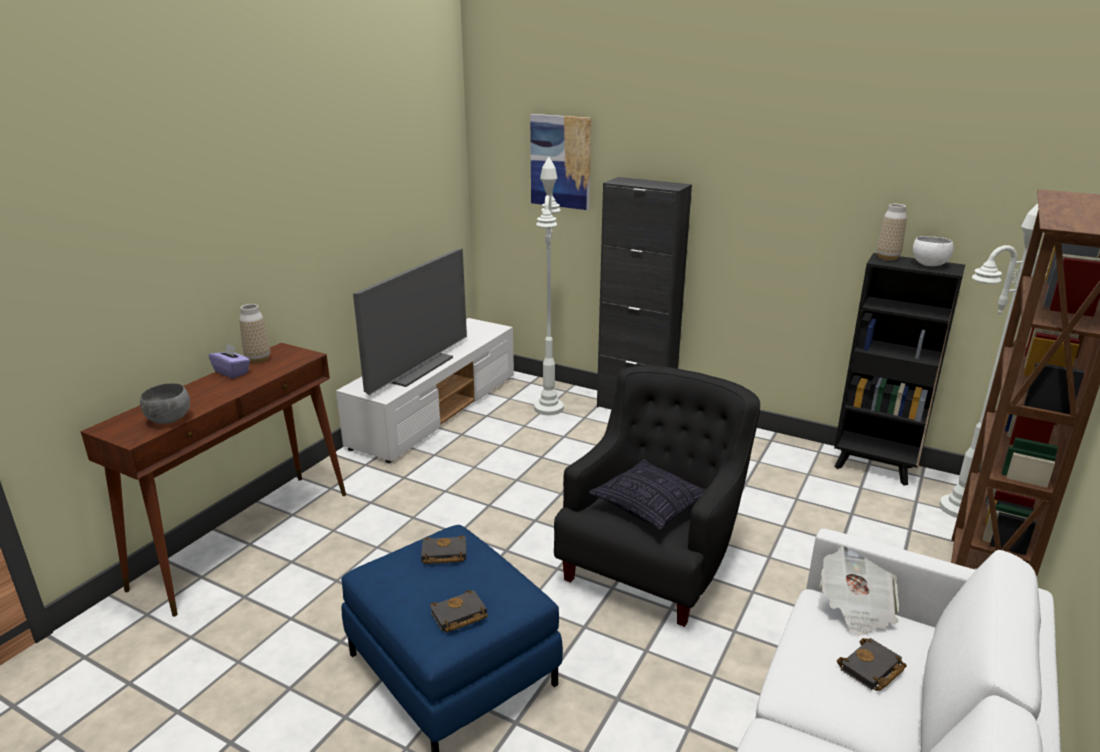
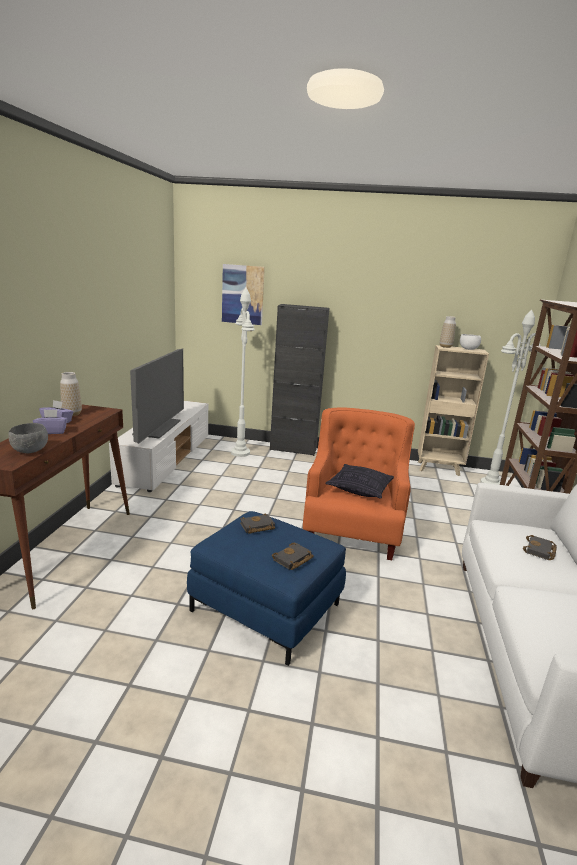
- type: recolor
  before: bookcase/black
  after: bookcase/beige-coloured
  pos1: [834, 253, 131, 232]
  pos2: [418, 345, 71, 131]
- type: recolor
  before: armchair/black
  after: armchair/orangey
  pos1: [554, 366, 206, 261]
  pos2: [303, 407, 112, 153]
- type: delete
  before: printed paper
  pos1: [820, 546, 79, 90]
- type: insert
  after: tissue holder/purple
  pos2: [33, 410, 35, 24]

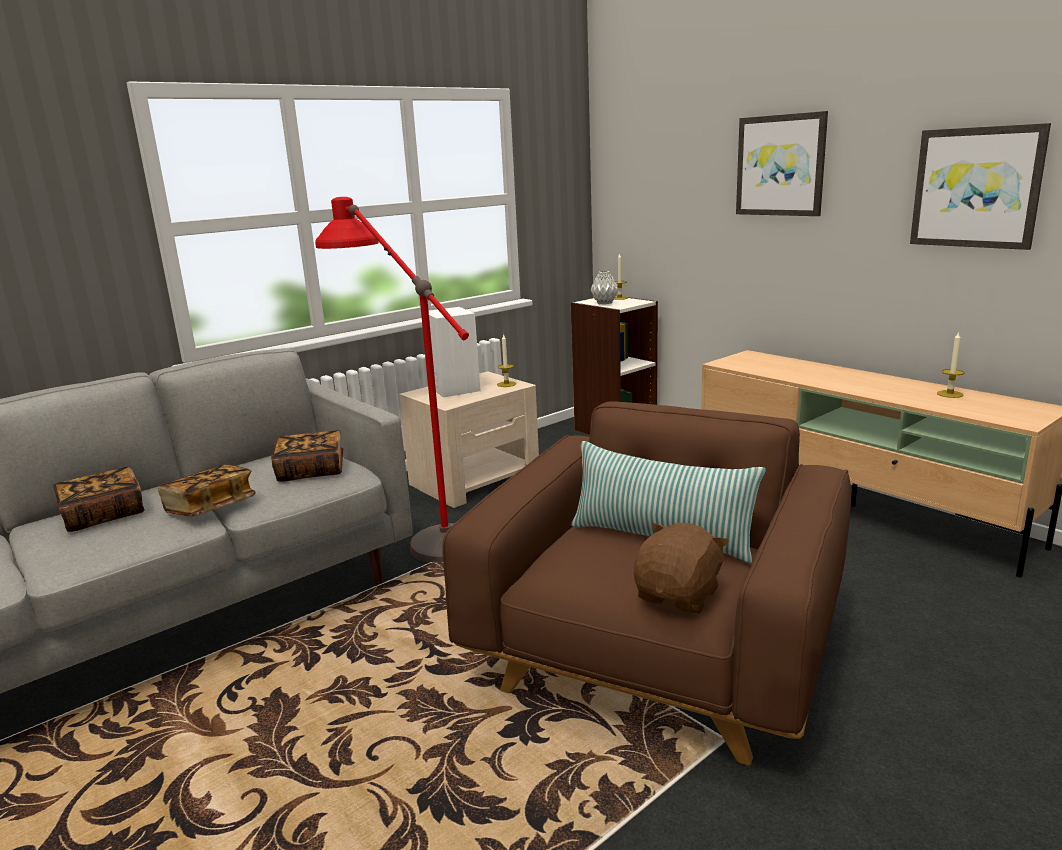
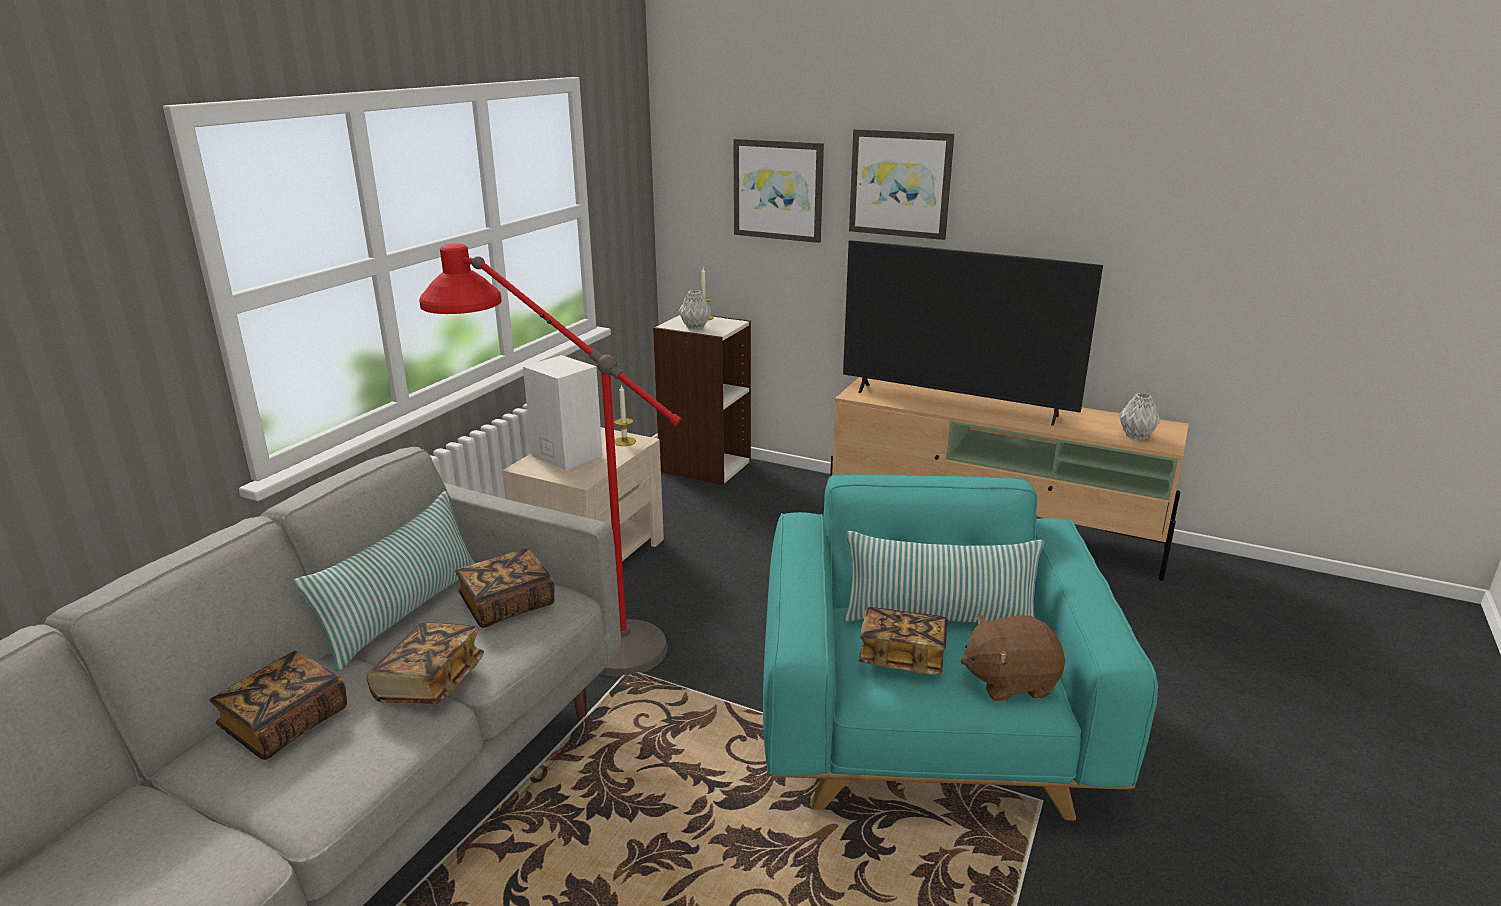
- type: move
  before: wall picture
  pos1: [910, 123, 141, 127]
  pos2: [733, 139, 91, 104]
- type: delete
  before: wax candle
  pos1: [937, 331, 28, 67]
- type: recolor
  before: armchair/brown
  after: armchair/blue-green
  pos1: [442, 401, 409, 364]
  pos2: [763, 474, 395, 347]
- type: rotate
  before: cuddly toy/brown
  pos1: [634, 523, 95, 91]
  pos2: [960, 614, 105, 88]
  turn: -105
- type: insert
  after: television
  pos2: [843, 240, 260, 186]
- type: insert
  after: decorative vase/grey
  pos2: [1119, 393, 41, 47]
- type: insert
  after: cushion
  pos2: [293, 491, 182, 181]
- type: insert
  after: bound book
  pos2: [858, 607, 90, 68]

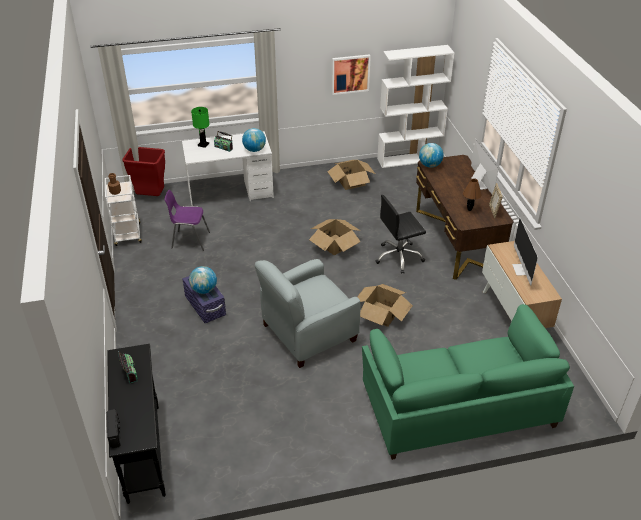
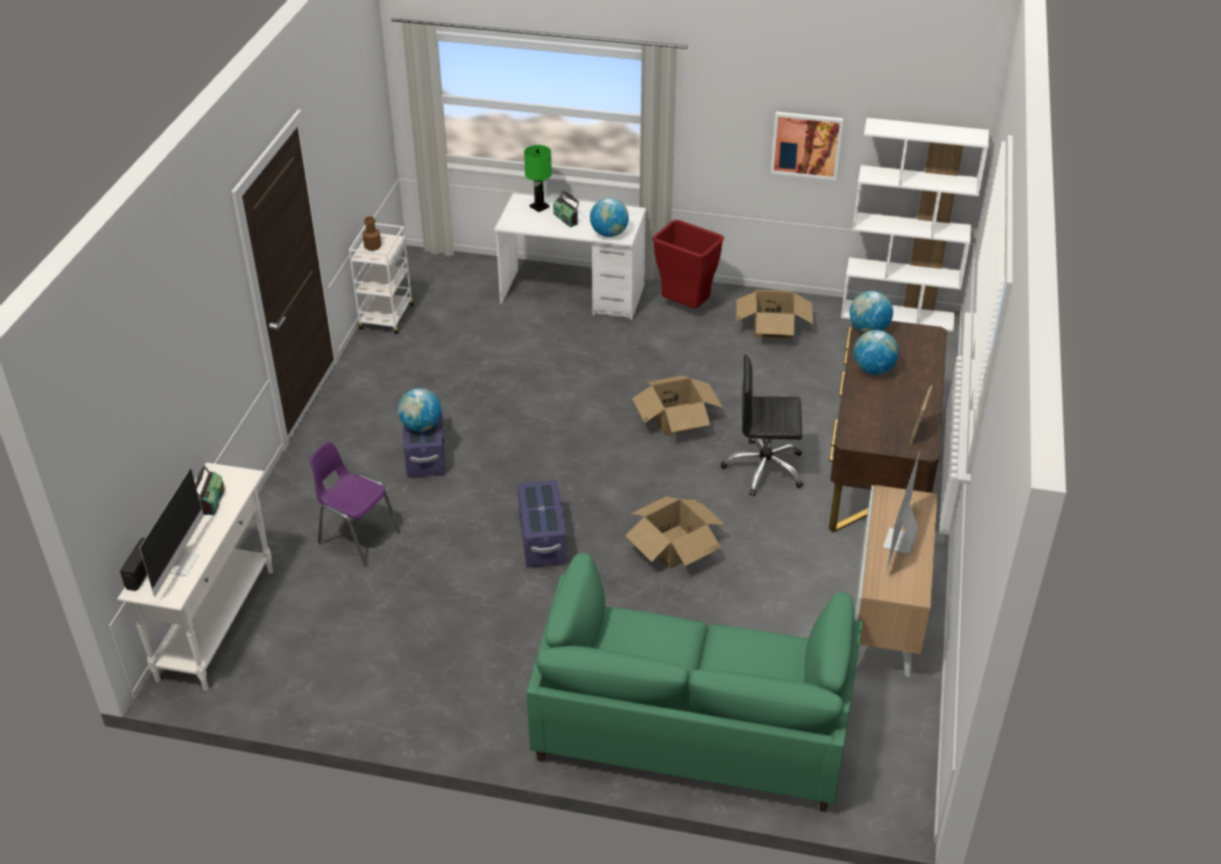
- type: move
  before: monitor
  pos1: [471, 139, 27, 55]
  pos2: [140, 468, 63, 129]
- type: move
  before: waste bin/reddish
  pos1: [122, 147, 43, 49]
  pos2: [653, 220, 71, 89]
- type: delete
  before: table lamp/brown
  pos1: [463, 178, 19, 33]
- type: move
  before: upright chair/purple
  pos1: [164, 190, 46, 61]
  pos2: [309, 441, 91, 126]
- type: replace
  before: armchair/grey
  after: storage container/purple
  pos1: [255, 259, 105, 109]
  pos2: [518, 480, 49, 88]
- type: recolor
  before: narrow table/black
  after: narrow table/white-coloured
  pos1: [107, 344, 59, 160]
  pos2: [117, 463, 156, 228]
- type: insert
  after: world globe
  pos2: [854, 330, 45, 45]

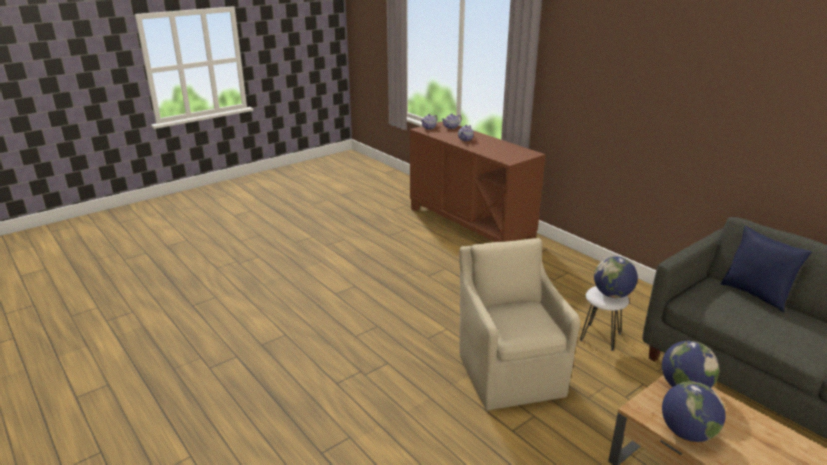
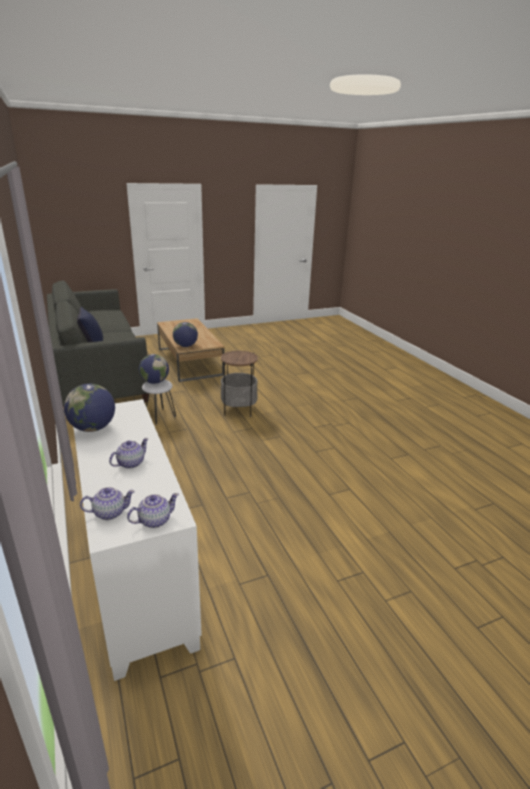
- type: recolor
  before: cupboard/brown
  after: cupboard/white-coloured
  pos1: [410, 121, 136, 121]
  pos2: [73, 399, 129, 282]
- type: replace
  before: armchair/beige-coloured
  after: end table
  pos1: [459, 238, 121, 172]
  pos2: [221, 351, 37, 66]
- type: move
  before: world globe
  pos1: [662, 381, 64, 61]
  pos2: [64, 384, 51, 48]

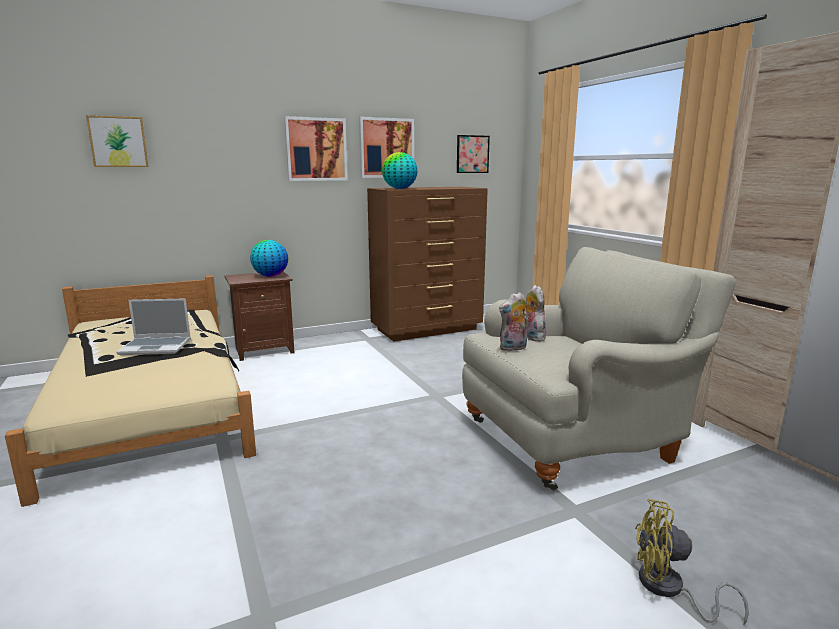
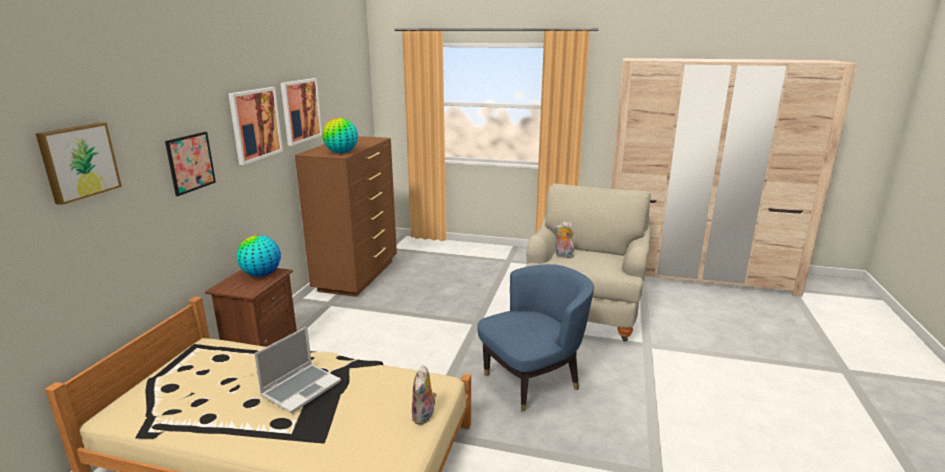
- type: move
  before: wall picture
  pos1: [457, 135, 33, 38]
  pos2: [165, 132, 51, 64]
- type: move
  before: cuddly toy
  pos1: [499, 292, 28, 59]
  pos2: [412, 365, 25, 60]
- type: delete
  before: fan/yellow
  pos1: [635, 499, 114, 126]
- type: insert
  after: armchair/blue-coloured
  pos2: [477, 264, 117, 148]

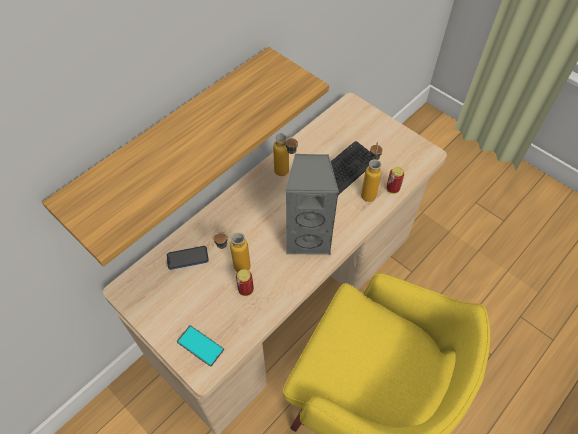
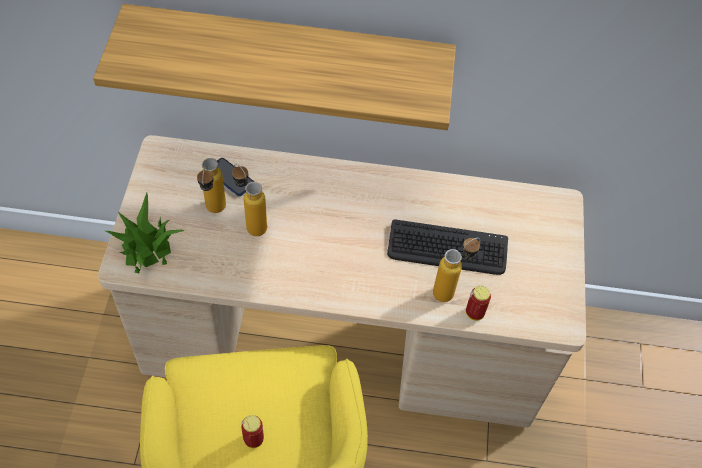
- type: move
  before: drink bottle
  pos1: [273, 134, 25, 42]
  pos2: [197, 158, 29, 55]
- type: delete
  before: audio speaker/grey
  pos1: [285, 154, 54, 101]
- type: move
  before: metal can
  pos1: [236, 269, 18, 27]
  pos2: [241, 415, 23, 33]
- type: replace
  before: handset
  after: plant in a pot
  pos1: [177, 325, 47, 42]
  pos2: [106, 192, 79, 81]

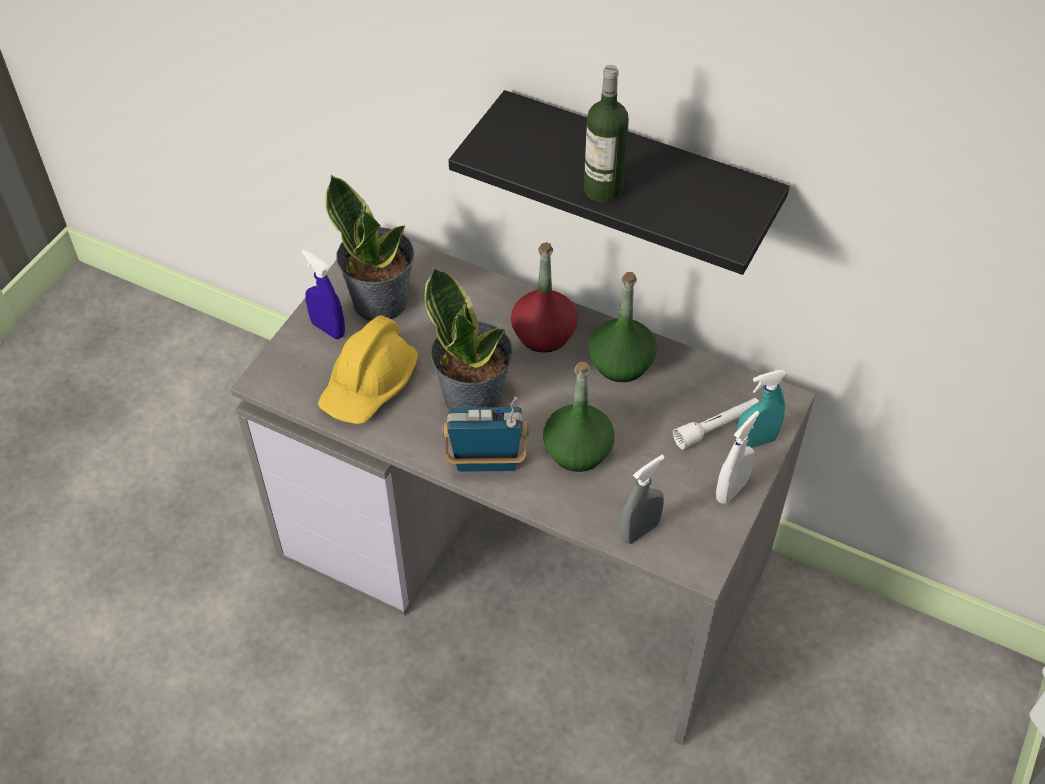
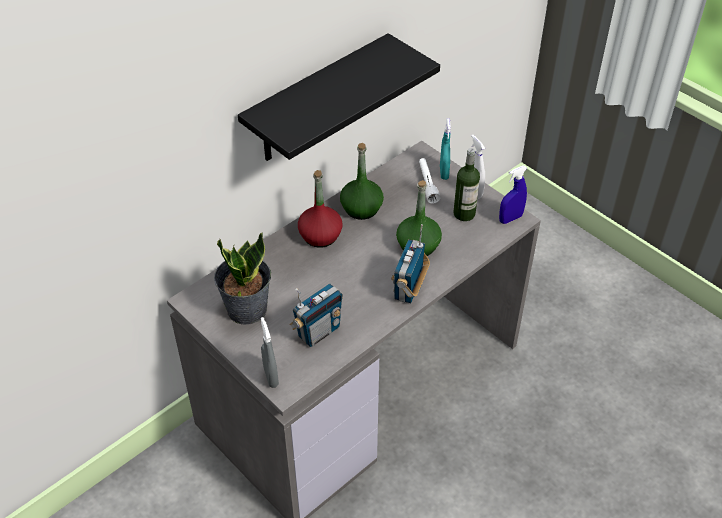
- type: move
  before: drink bottle
  pos1: [584, 65, 45, 137]
  pos2: [454, 148, 26, 73]
- type: move
  before: hand sprayer/blue-coloured
  pos1: [302, 250, 43, 89]
  pos2: [499, 165, 28, 59]
- type: delete
  before: plant in a pot
  pos1: [424, 266, 89, 143]
- type: replace
  before: hard hat/yellow
  after: radio set
  pos1: [318, 315, 100, 109]
  pos2: [289, 283, 54, 64]
- type: move
  before: hand sprayer/grey
  pos1: [620, 455, 45, 89]
  pos2: [261, 317, 18, 71]

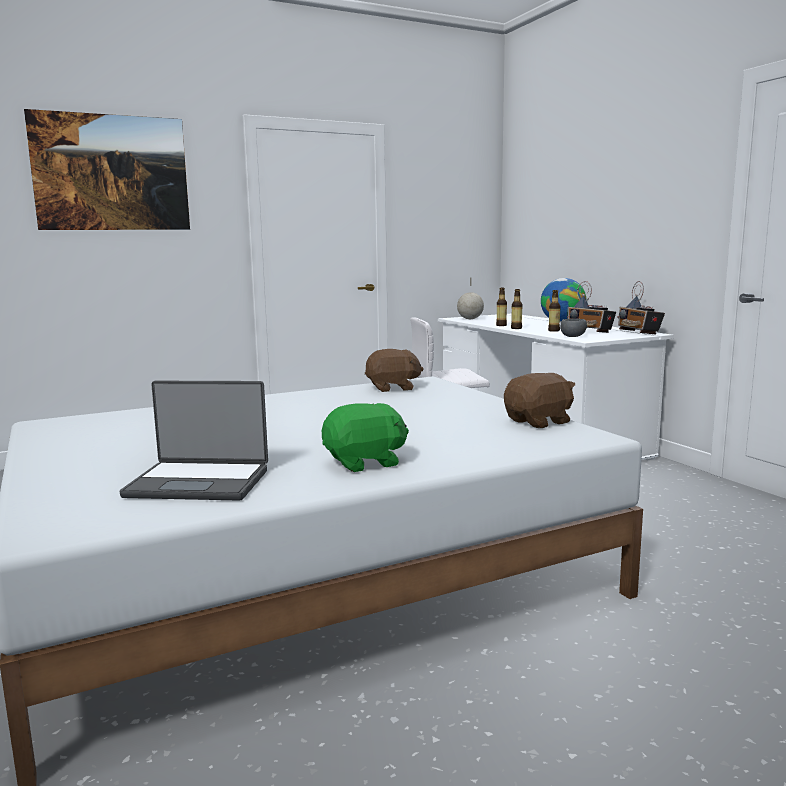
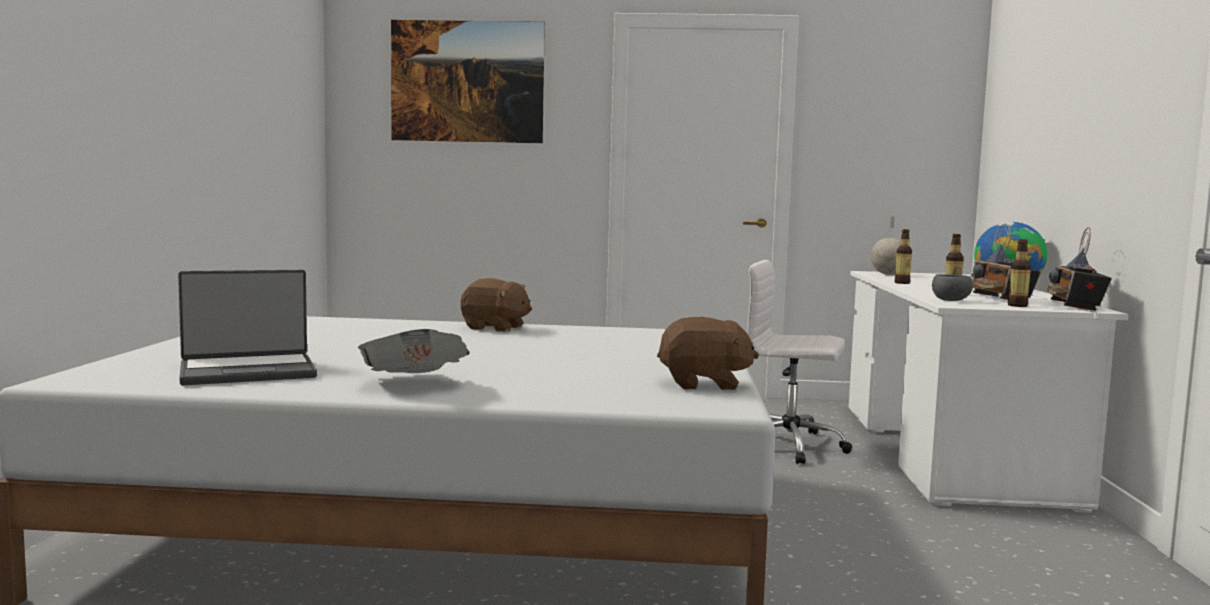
- type: move
  before: drink bottle
  pos1: [511, 289, 12, 40]
  pos2: [1008, 239, 23, 68]
- type: move
  before: cuddly toy/brown
  pos1: [365, 349, 58, 43]
  pos2: [461, 278, 71, 54]
- type: rotate
  before: portable computer
  pos1: [120, 381, 148, 120]
  pos2: [178, 270, 139, 115]
  turn: -60
- type: replace
  before: cuddly toy/greenish
  after: printed paper
  pos1: [322, 403, 87, 69]
  pos2: [358, 329, 112, 44]

